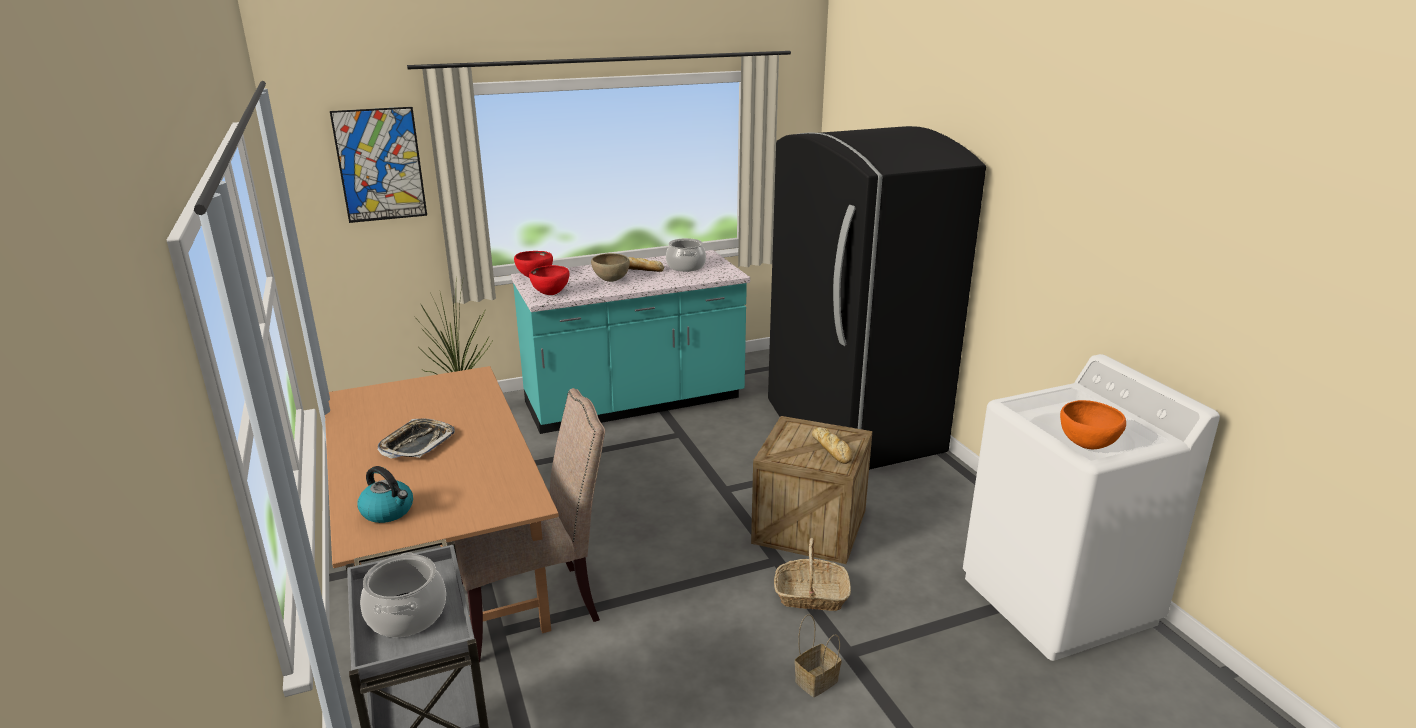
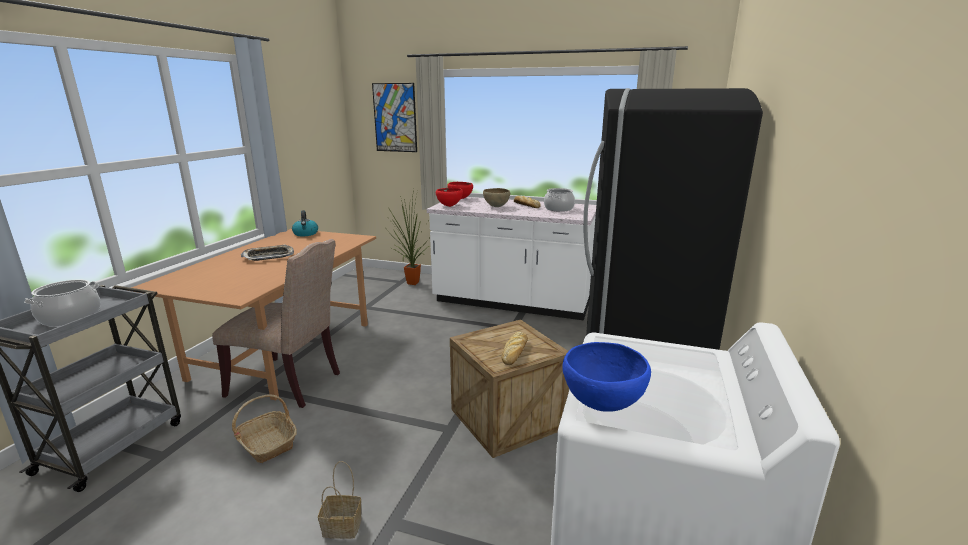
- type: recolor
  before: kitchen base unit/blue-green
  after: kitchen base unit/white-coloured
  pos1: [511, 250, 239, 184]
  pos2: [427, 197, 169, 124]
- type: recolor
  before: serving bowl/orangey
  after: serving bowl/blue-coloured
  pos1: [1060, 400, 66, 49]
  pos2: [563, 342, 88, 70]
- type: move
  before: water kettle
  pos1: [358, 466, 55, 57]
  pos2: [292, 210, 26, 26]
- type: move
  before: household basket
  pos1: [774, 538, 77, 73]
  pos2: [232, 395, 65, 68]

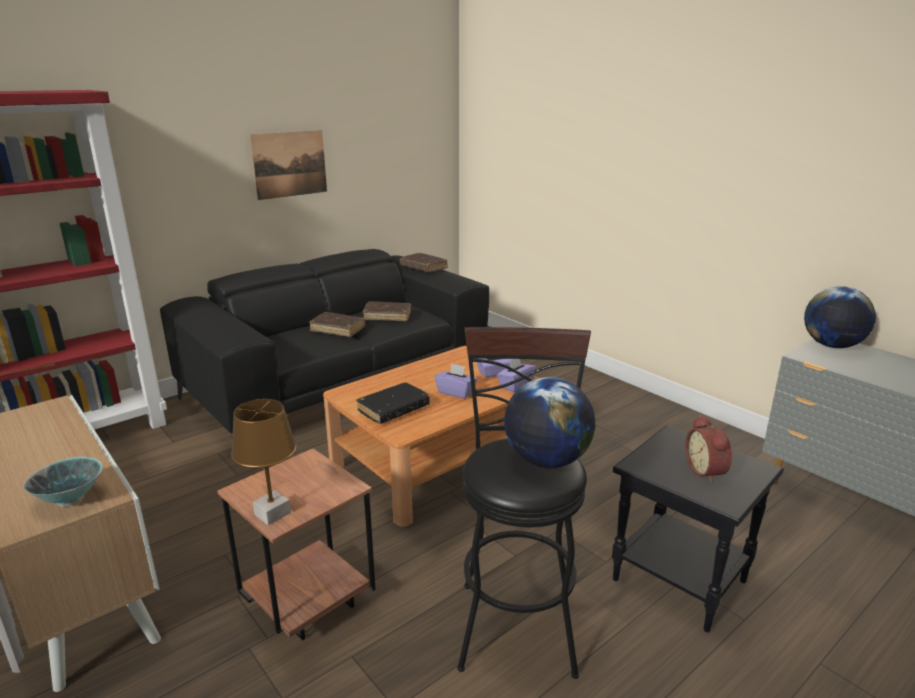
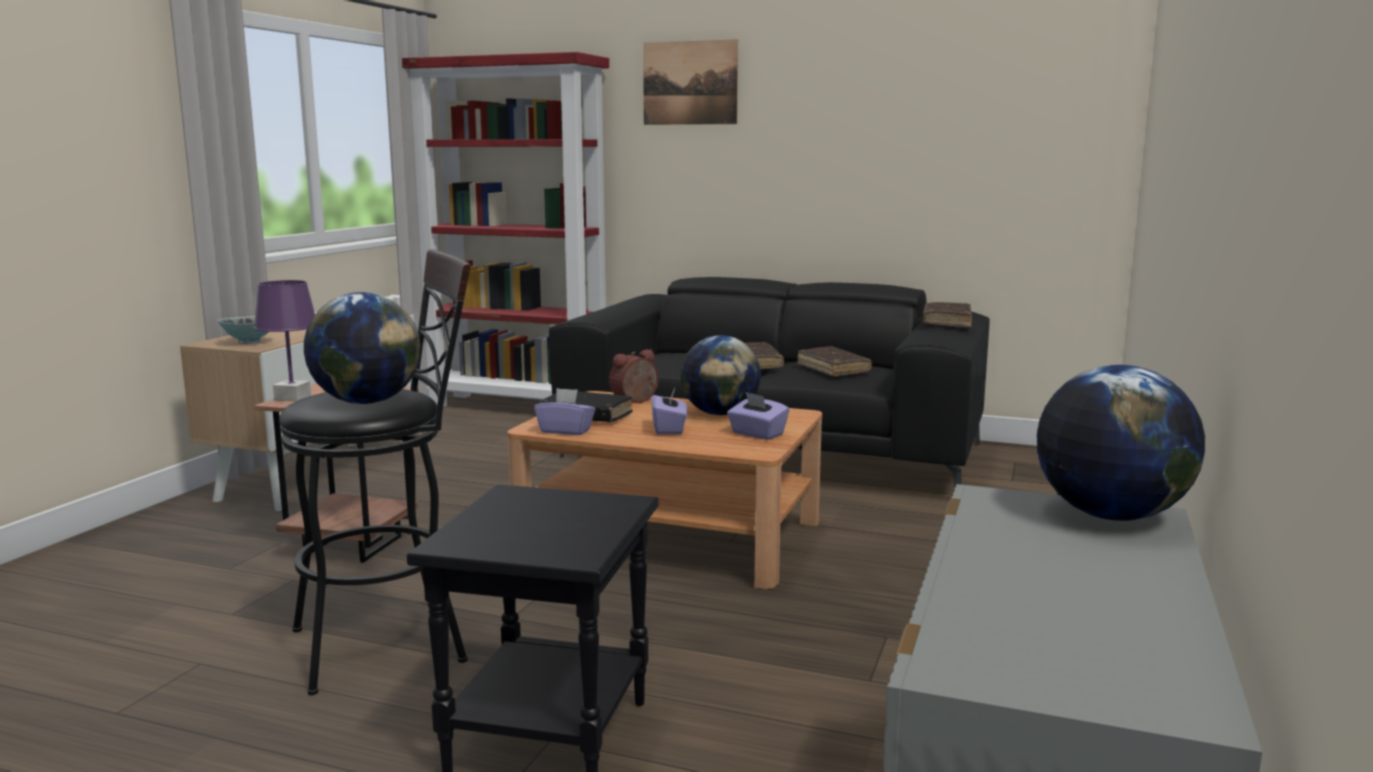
- type: move
  before: wall picture
  pos1: [250, 130, 77, 70]
  pos2: [643, 39, 95, 86]
- type: move
  before: tissue holder/purple
  pos1: [497, 359, 40, 33]
  pos2: [534, 388, 62, 47]
- type: recolor
  before: table lamp/brown
  after: table lamp/purple
  pos1: [231, 399, 66, 126]
  pos2: [254, 280, 61, 122]
- type: move
  before: alarm clock
  pos1: [685, 415, 47, 68]
  pos2: [609, 349, 50, 54]
- type: insert
  after: world globe
  pos2: [681, 335, 80, 80]

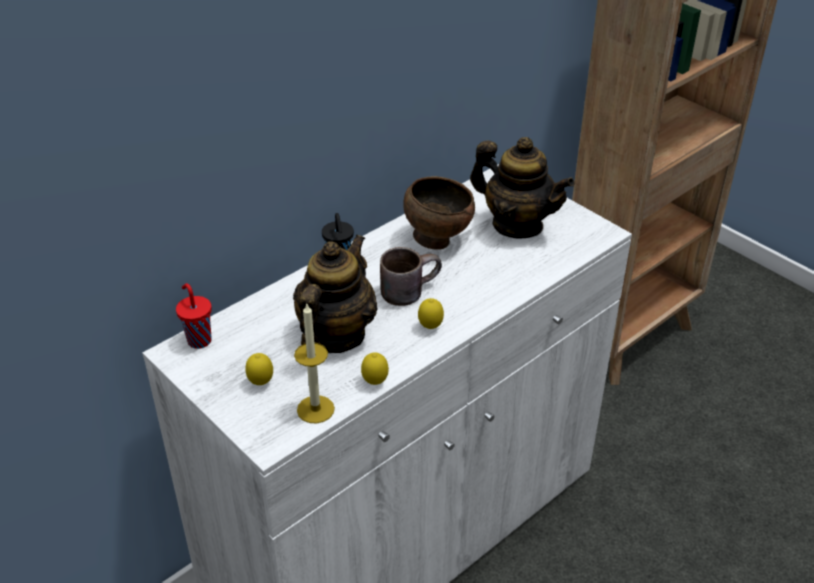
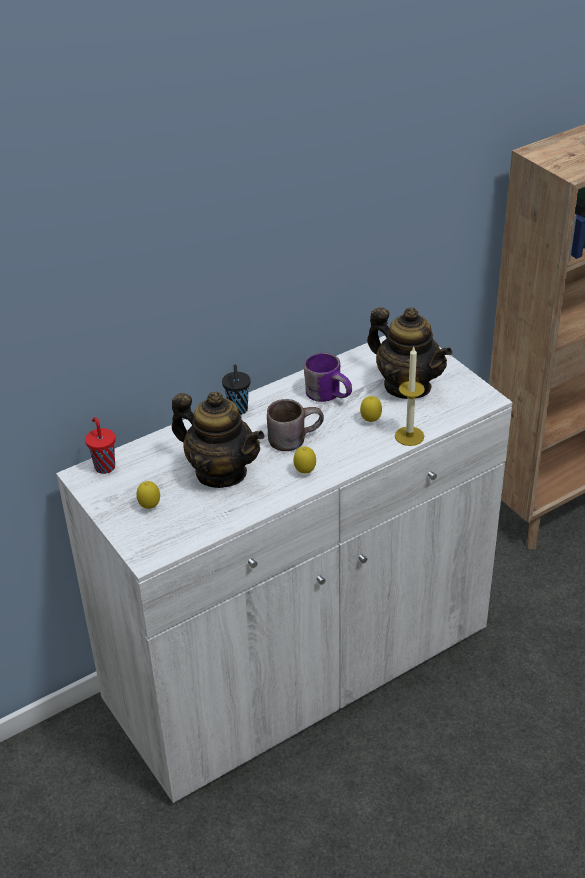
- type: replace
  before: serving bowl/brown
  after: mug/purple
  pos1: [403, 176, 72, 74]
  pos2: [304, 353, 48, 49]
- type: rotate
  before: pot for tea
  pos1: [293, 235, 85, 118]
  pos2: [172, 392, 93, 96]
  turn: 90
- type: move
  before: wax candle
  pos1: [294, 302, 41, 121]
  pos2: [395, 347, 30, 99]
- type: move
  before: citrus fruit
  pos1: [361, 352, 28, 33]
  pos2: [360, 396, 22, 26]

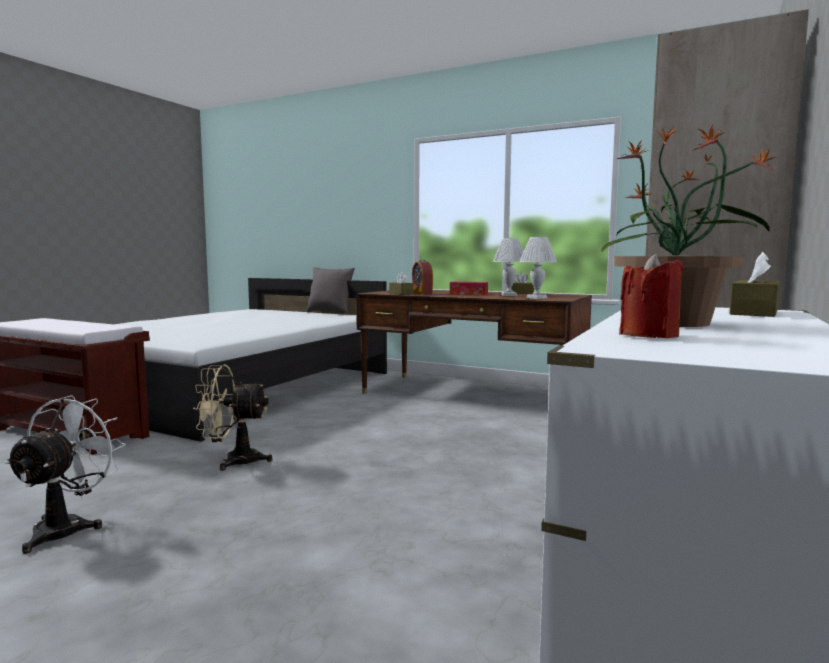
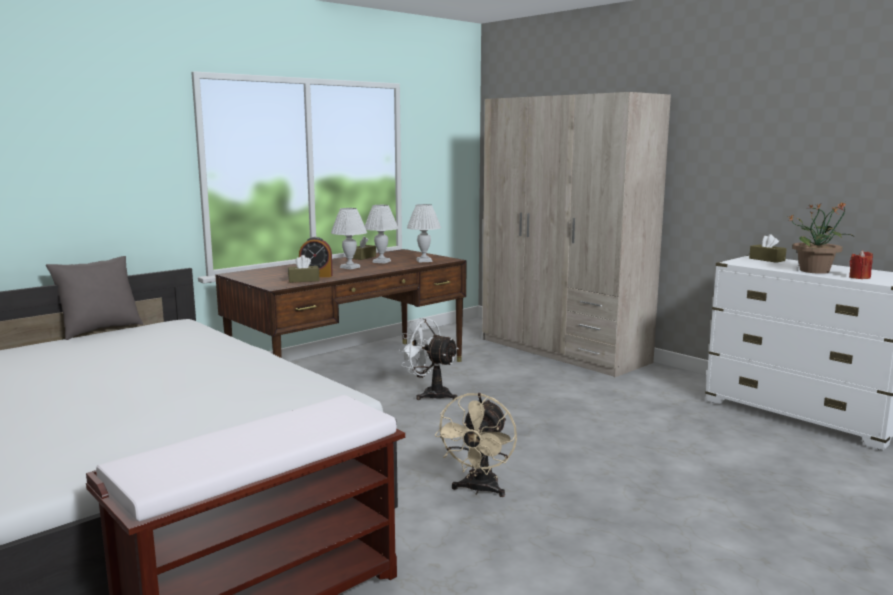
- type: replace
  before: tissue holder
  after: table lamp/white-coloured
  pos1: [450, 281, 38, 14]
  pos2: [331, 208, 36, 62]
- type: move
  before: fan/white-coloured
  pos1: [4, 395, 122, 159]
  pos2: [399, 318, 60, 82]

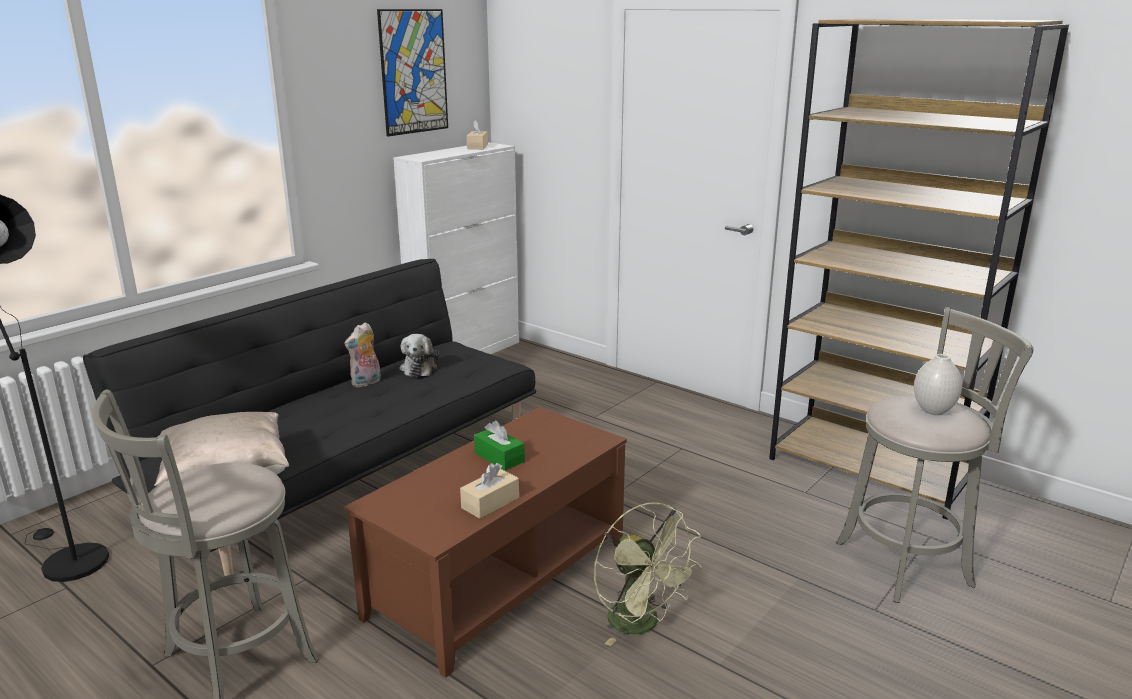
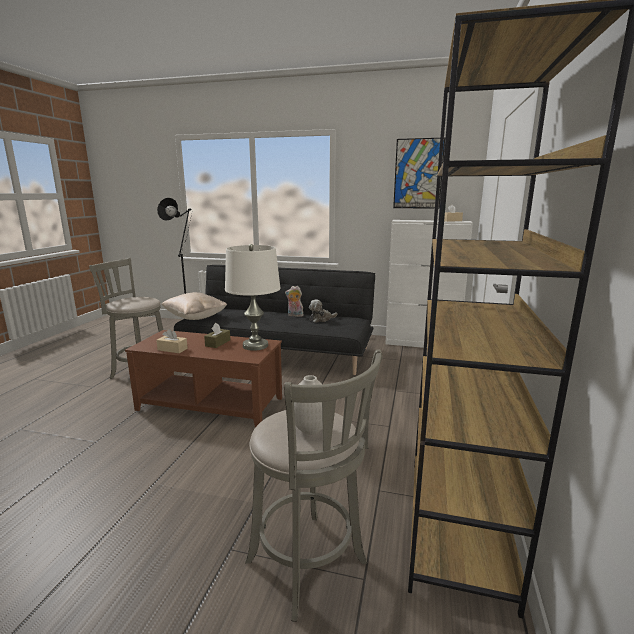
- type: recolor
  before: tissue holder/greenish
  after: tissue holder/brown
  pos1: [474, 421, 51, 50]
  pos2: [204, 323, 26, 25]
- type: delete
  before: fan/greenish
  pos1: [594, 502, 108, 144]
- type: insert
  after: table lamp/white-coloured
  pos2: [225, 244, 56, 107]

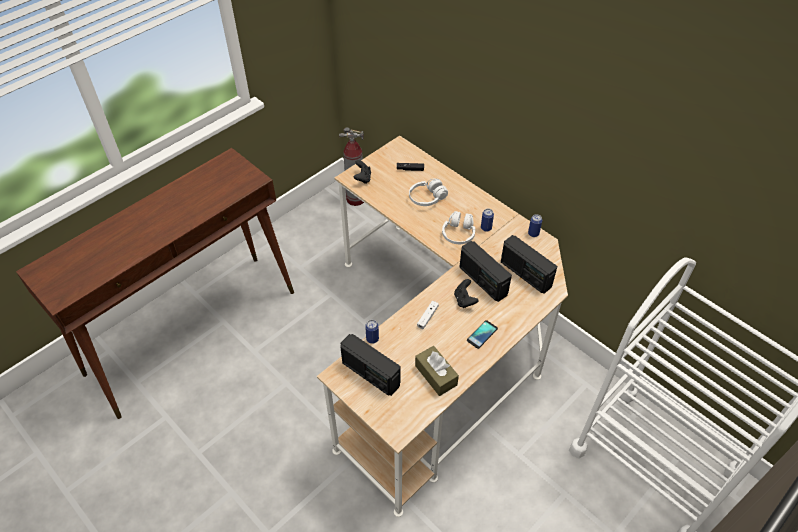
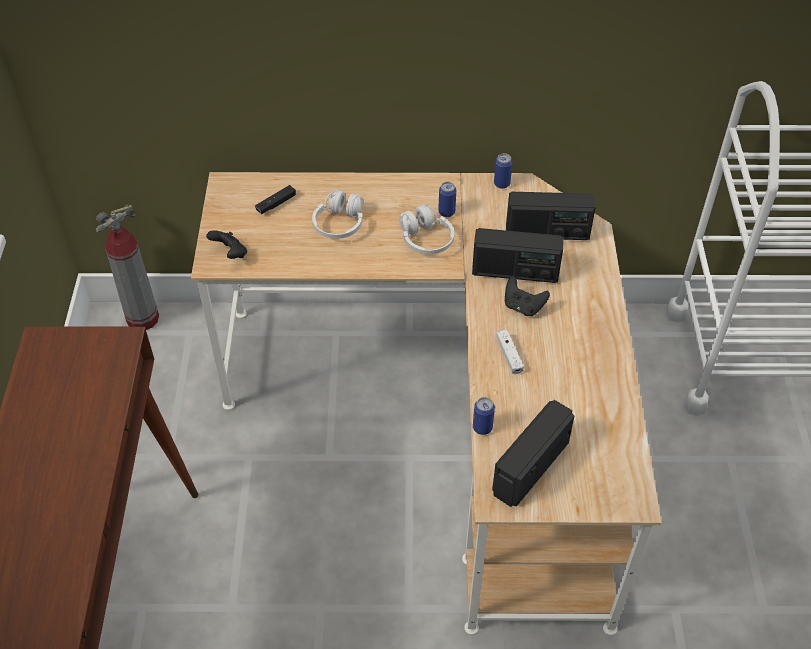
- type: delete
  before: handset
  pos1: [467, 320, 31, 29]
- type: rotate
  before: radio set
  pos1: [340, 334, 60, 62]
  pos2: [492, 400, 82, 107]
  turn: 135
- type: delete
  before: tissue holder/brown
  pos1: [415, 346, 44, 50]

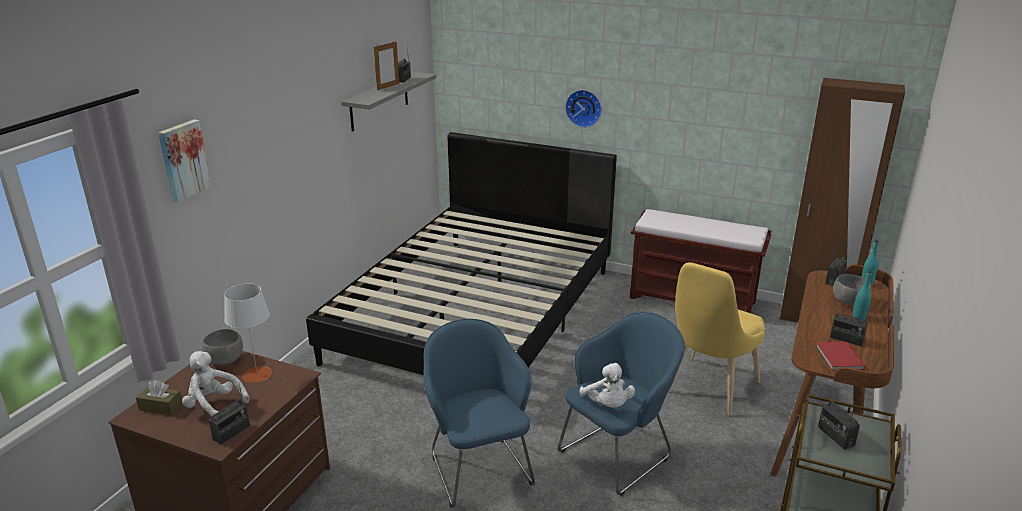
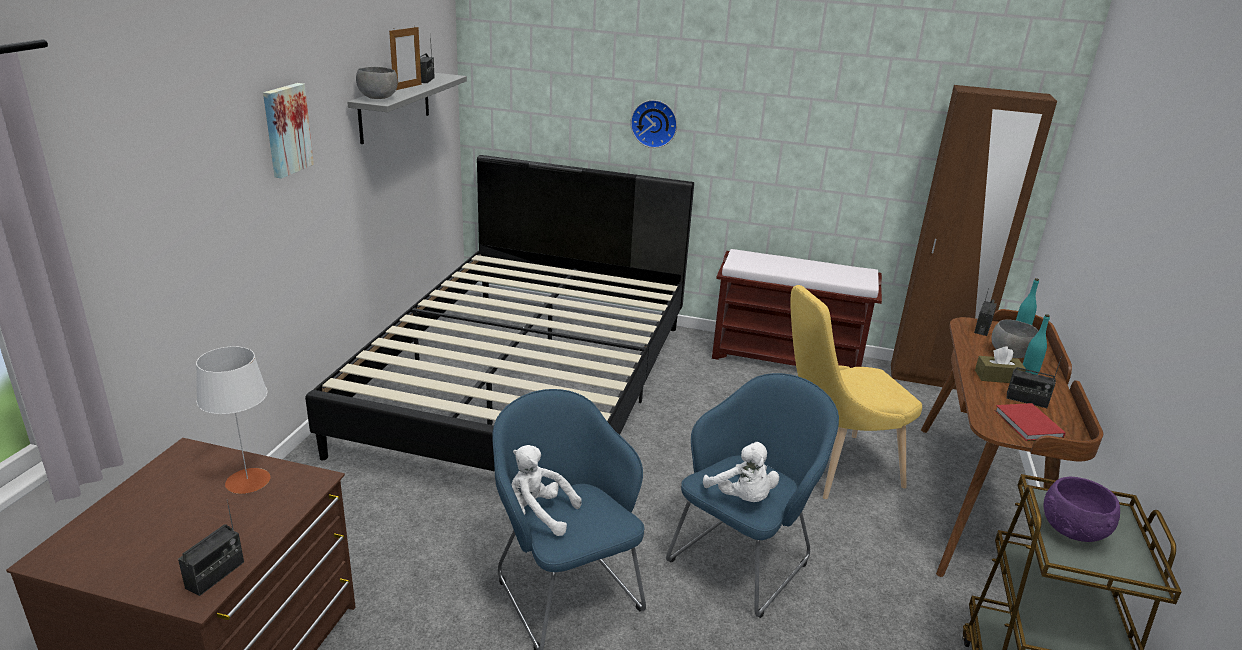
- type: move
  before: wall picture
  pos1: [158, 119, 53, 83]
  pos2: [263, 83, 51, 95]
- type: rotate
  before: upright chair/yellow
  pos1: [668, 262, 97, 154]
  pos2: [790, 285, 132, 214]
  turn: 45
- type: move
  before: serving bowl/grey
  pos1: [202, 329, 41, 36]
  pos2: [356, 67, 42, 32]
- type: move
  before: cuddly toy/white-coloured
  pos1: [182, 351, 67, 65]
  pos2: [511, 445, 71, 91]
- type: move
  before: tissue holder/brown
  pos1: [136, 380, 47, 35]
  pos2: [975, 346, 51, 37]
- type: replace
  before: radio set
  after: serving bowl/purple
  pos1: [818, 401, 42, 48]
  pos2: [1044, 477, 76, 65]

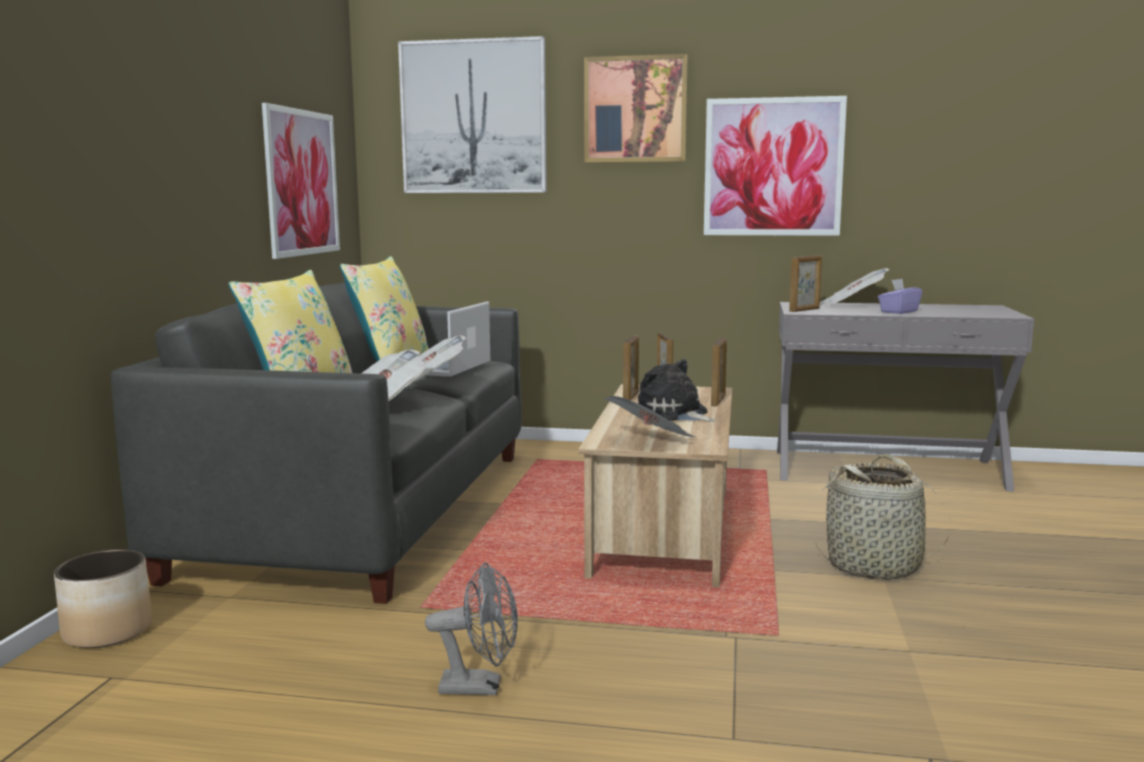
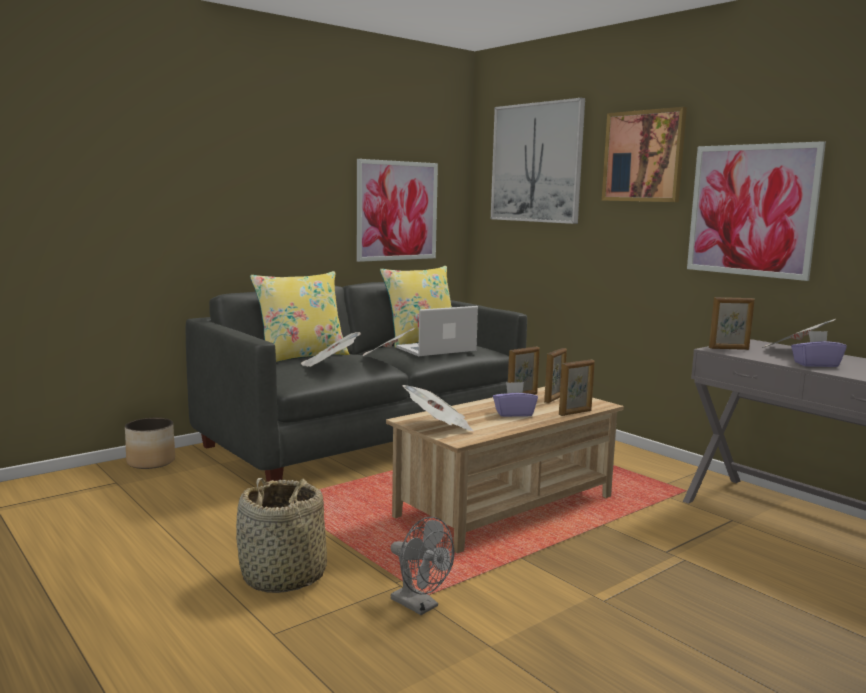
- type: replace
  before: cuddly toy
  after: tissue holder/purple
  pos1: [638, 359, 77, 63]
  pos2: [493, 382, 45, 35]
- type: move
  before: household basket
  pos1: [814, 454, 136, 126]
  pos2: [236, 478, 91, 115]
- type: move
  before: fan/grey
  pos1: [425, 563, 93, 132]
  pos2: [391, 517, 63, 98]

